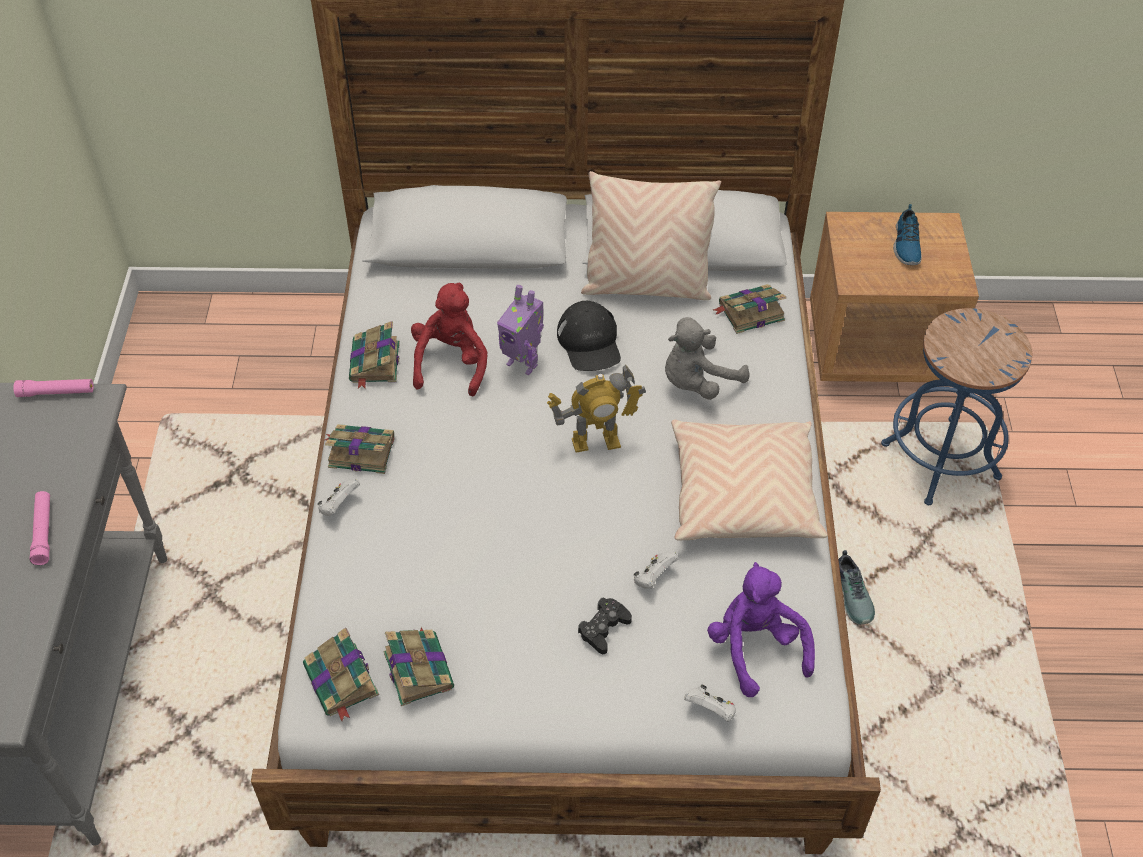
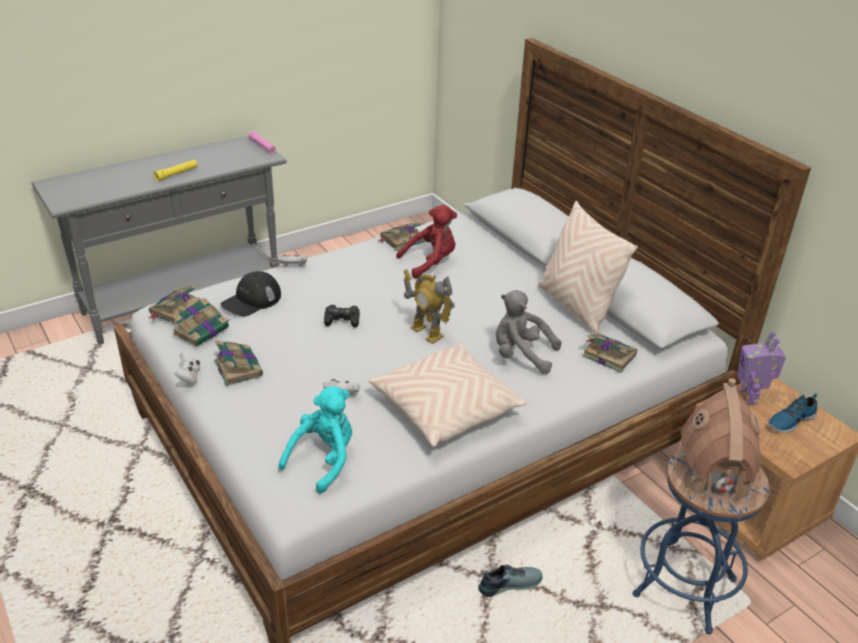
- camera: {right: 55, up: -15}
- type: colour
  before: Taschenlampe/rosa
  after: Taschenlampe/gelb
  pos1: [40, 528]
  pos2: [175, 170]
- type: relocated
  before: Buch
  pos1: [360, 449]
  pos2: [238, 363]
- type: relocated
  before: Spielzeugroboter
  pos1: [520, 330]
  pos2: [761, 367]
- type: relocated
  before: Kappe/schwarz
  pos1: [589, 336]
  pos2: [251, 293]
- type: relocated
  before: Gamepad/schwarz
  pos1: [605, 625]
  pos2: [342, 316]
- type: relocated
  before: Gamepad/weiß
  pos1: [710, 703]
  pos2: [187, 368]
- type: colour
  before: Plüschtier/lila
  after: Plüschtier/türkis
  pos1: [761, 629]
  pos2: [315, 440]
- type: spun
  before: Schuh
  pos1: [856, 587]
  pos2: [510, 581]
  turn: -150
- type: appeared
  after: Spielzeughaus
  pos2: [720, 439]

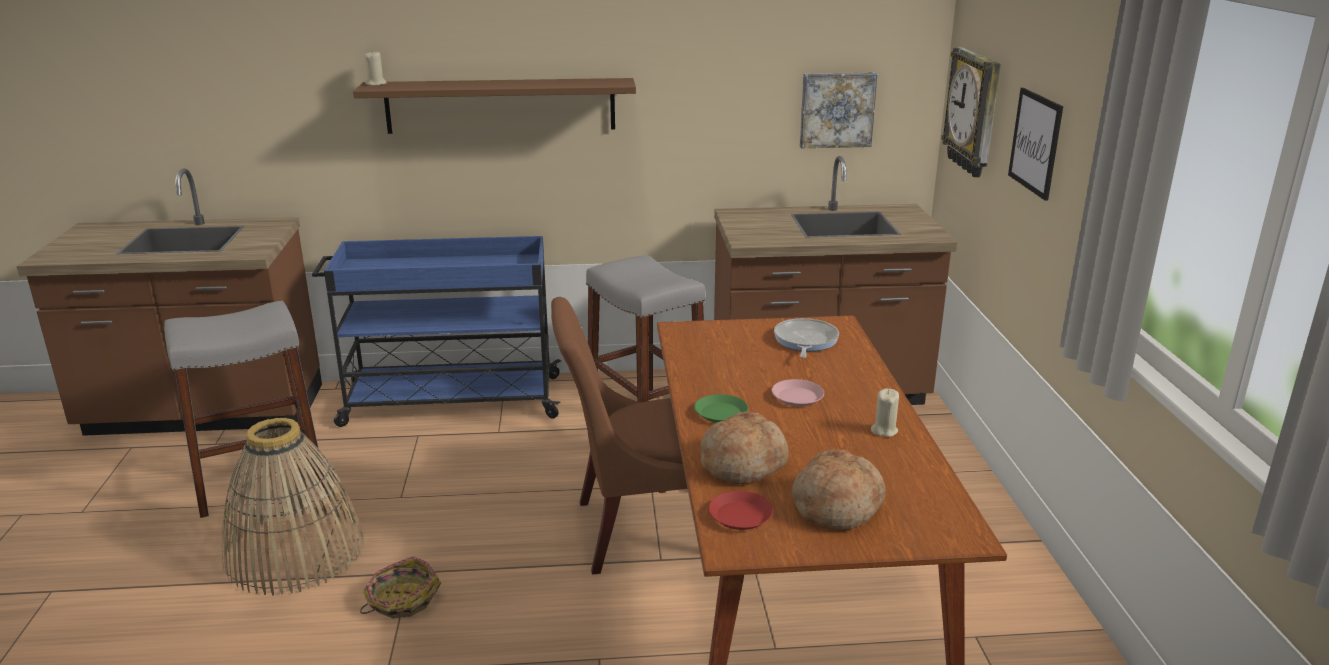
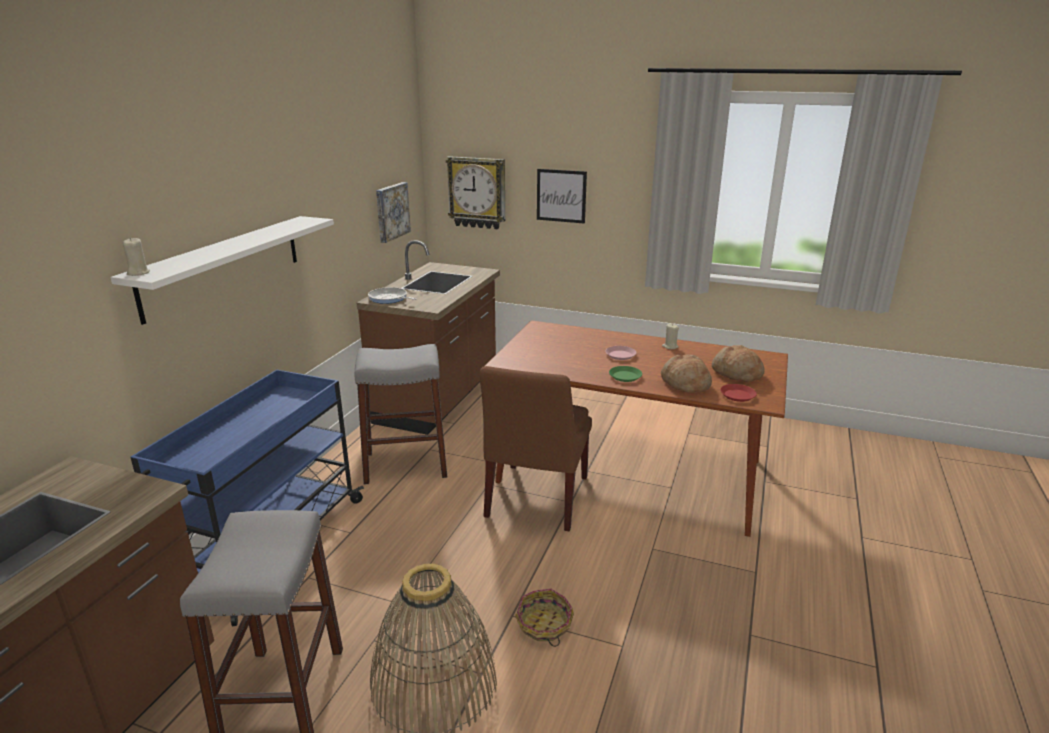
- camera: {right: -65, up: 0}
- type: colour
  before: Wandregal/braun
  after: Wandregal/weiß
  pos1: [494, 106]
  pos2: [222, 270]
- type: relocated
  before: Pfanne
  pos1: [806, 338]
  pos2: [392, 295]

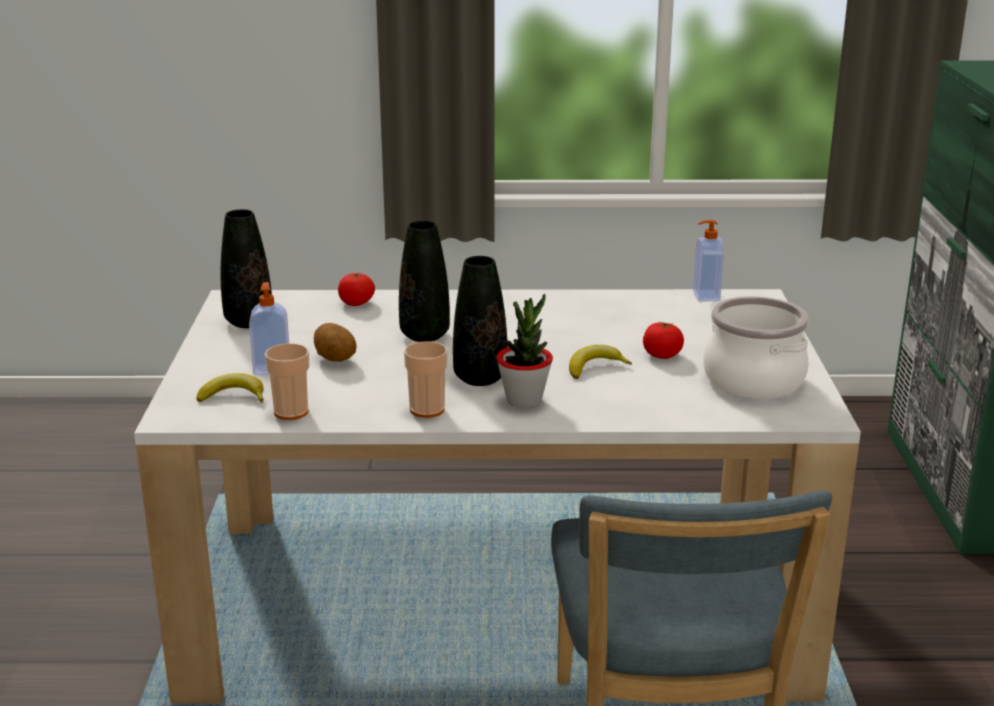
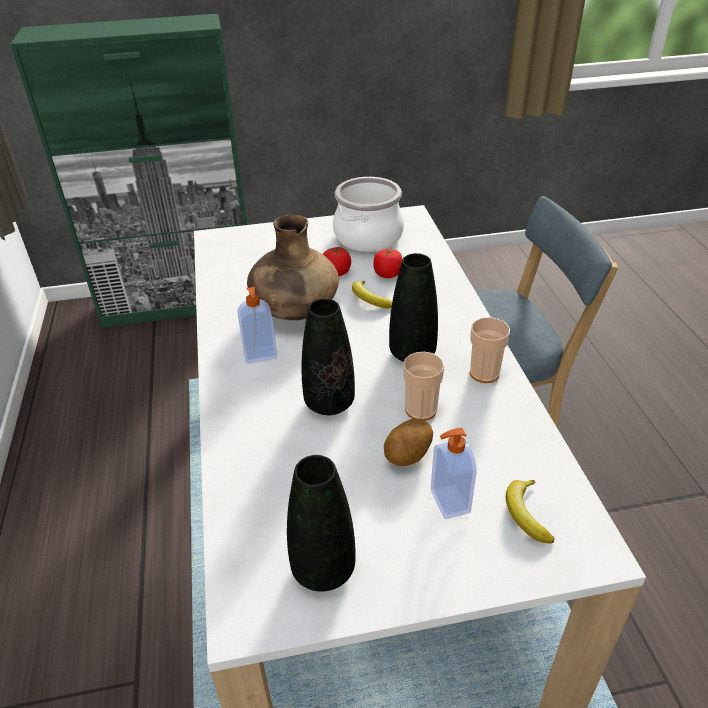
- camera: {right: -100, up: 15}
- type: relocated
  before: Tasse
  pos1: [287, 381]
  pos2: [424, 386]
- type: relocated
  before: Tomate
  pos1: [356, 289]
  pos2: [388, 263]
- type: missing
  before: Topfpflanze
  pos1: [524, 351]
- type: relocated
  before: Seifenspender
  pos1: [708, 261]
  pos2: [257, 325]
- type: appeared
  after: Vase/braun
  pos2: [293, 267]

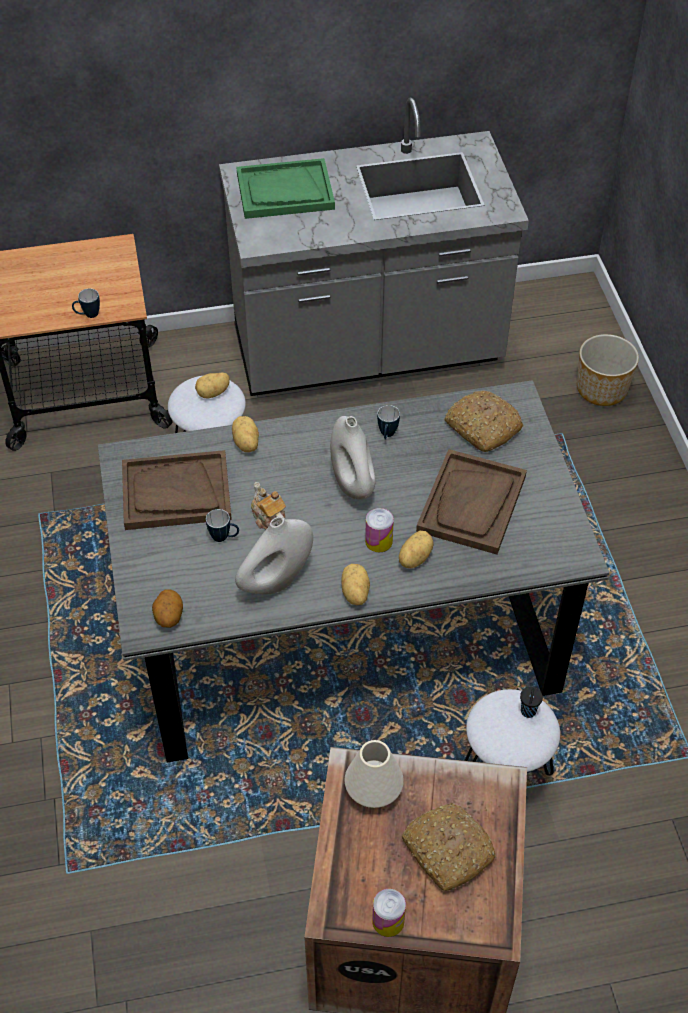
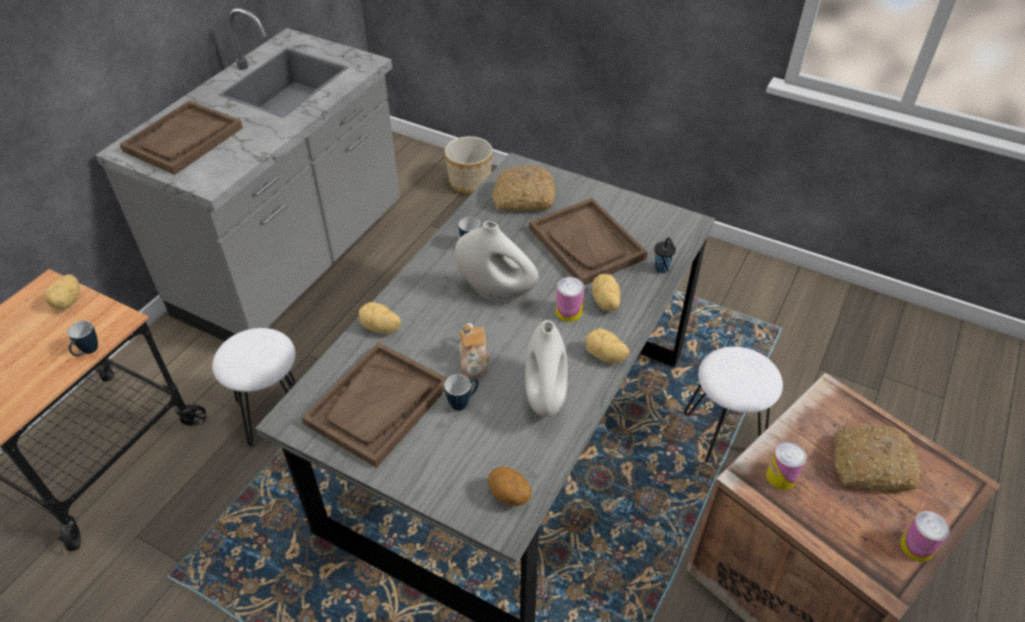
- camera: {right: -50, up: -5}
- type: relocated
  before: Kartoffel
  pos1: [212, 385]
  pos2: [62, 291]
- type: colour
  before: Tablett/grün
  after: Tablett/braun
  pos1: [285, 188]
  pos2: [181, 137]
- type: spun
  before: Teekanne
  pos1: [268, 506]
  pos2: [474, 351]
  turn: -105
- type: exchanged
  before: Vase/weiß
  after: Dose
  pos1: [374, 774]
  pos2: [786, 465]
- type: relocated
  before: Tasse/schwarz
  pos1: [531, 702]
  pos2: [665, 255]

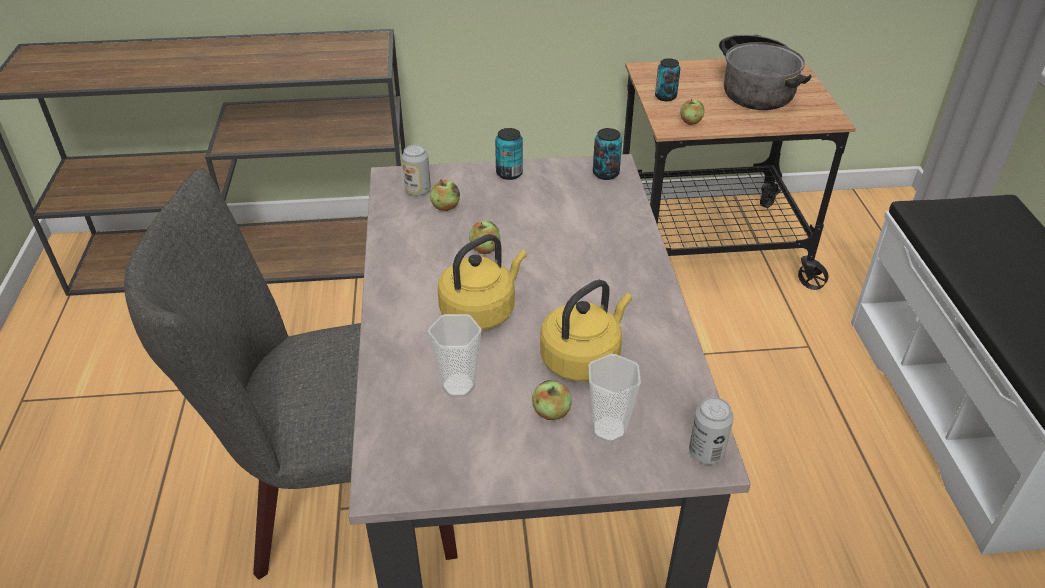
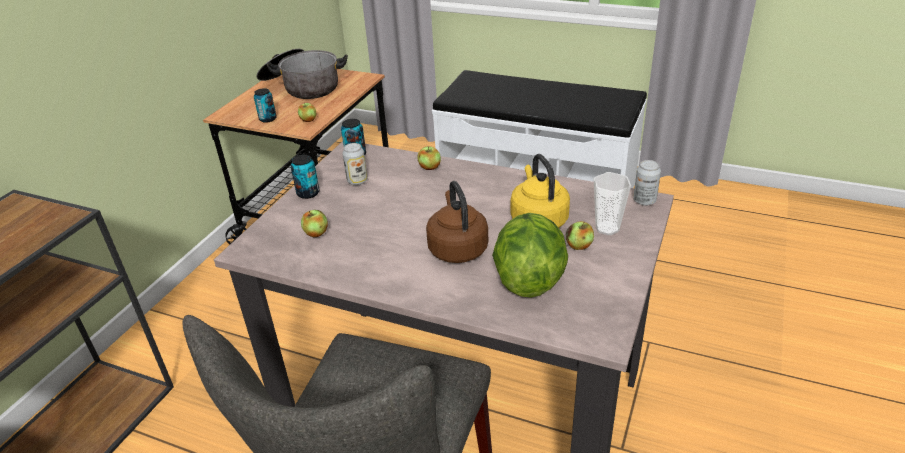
- camera: {right: -60, up: -5}
- type: relocated
  before: Dose
  pos1: [416, 170]
  pos2: [355, 164]
- type: exchanged
  before: Tasse
  after: Salatkopf
  pos1: [454, 355]
  pos2: [530, 255]
- type: colour
  before: Wasserkessel/gelb
  after: Wasserkessel/braun
  pos1: [482, 282]
  pos2: [457, 222]
- type: relocated
  before: Apfel
  pos1: [484, 237]
  pos2: [429, 158]

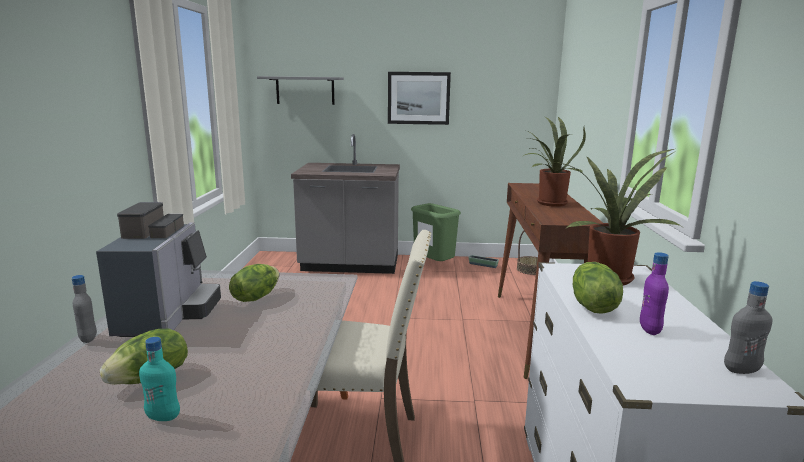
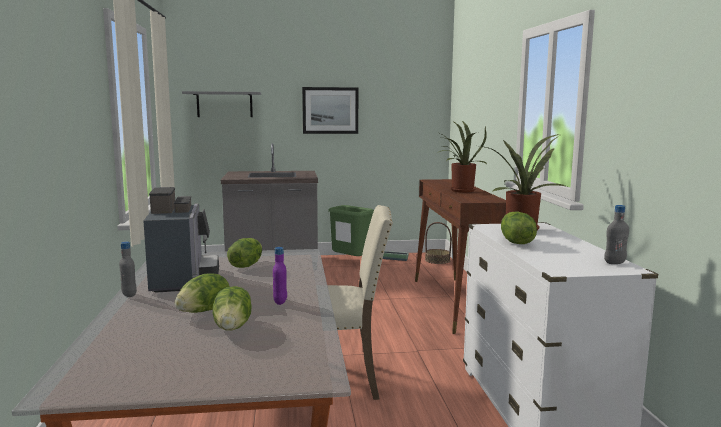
- camera: {right: -10, up: -5}
- type: exchanged
  before: Flasche/türkis
  after: Salatkopf
  pos1: [159, 379]
  pos2: [232, 308]
- type: relocated
  before: Flasche/lila
  pos1: [654, 293]
  pos2: [280, 276]

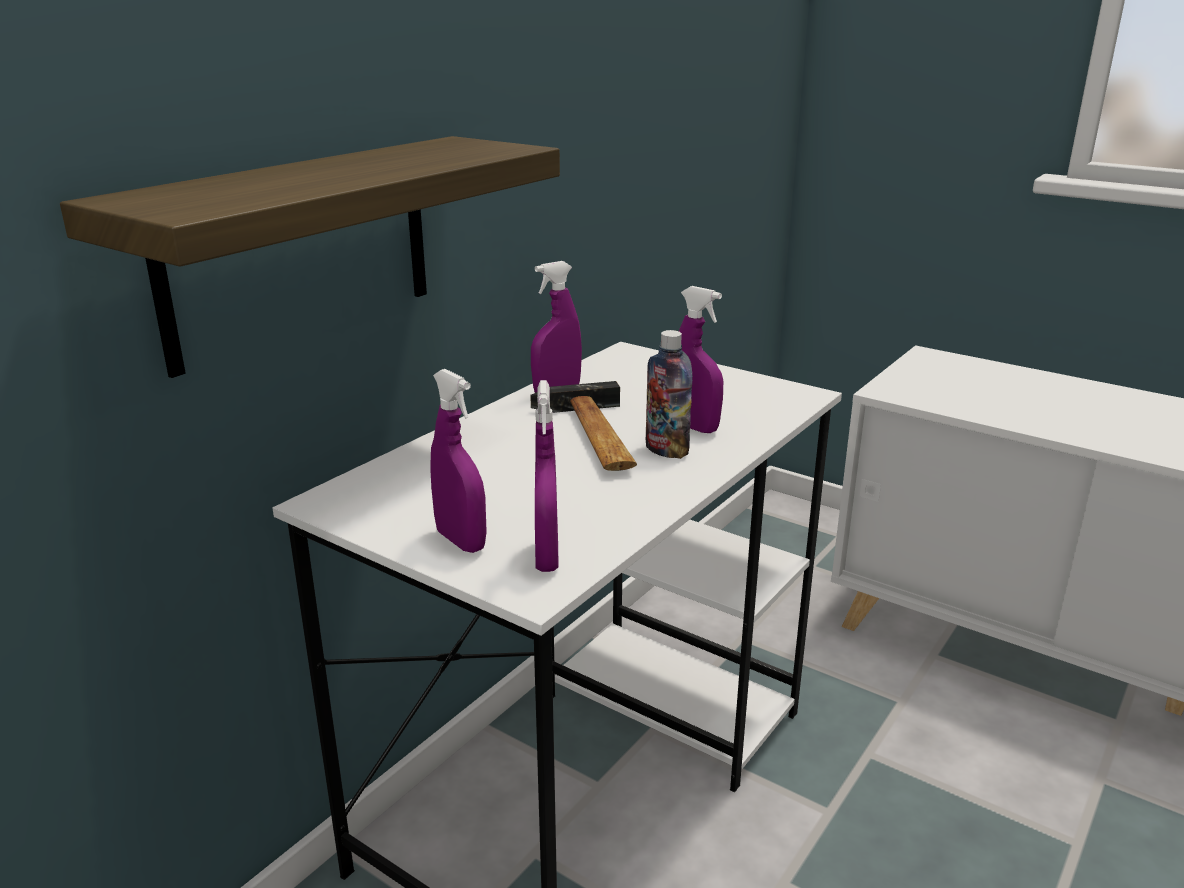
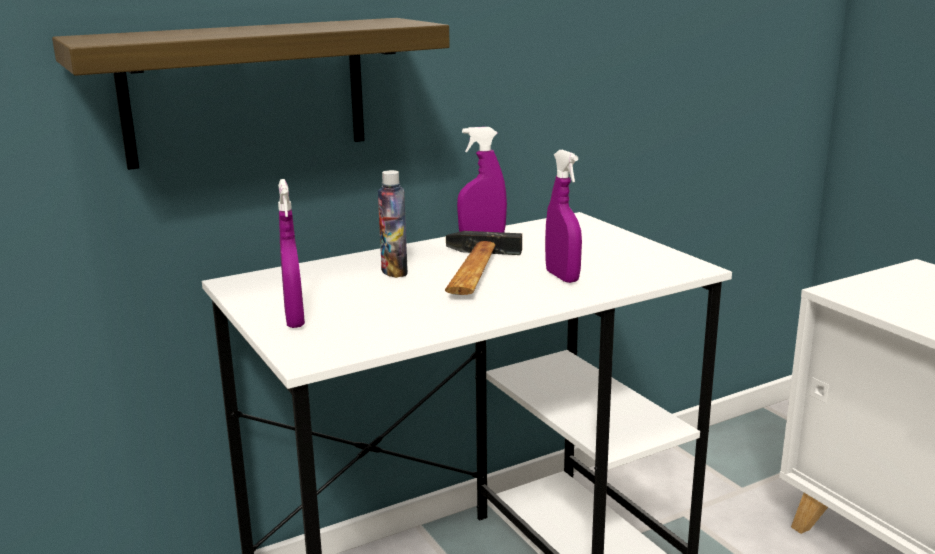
- camera: {right: 25, up: -5}
- type: missing
  before: Sprühflasche/lila
  pos1: [547, 476]
- type: relocated
  before: Flasche
  pos1: [669, 394]
  pos2: [393, 224]

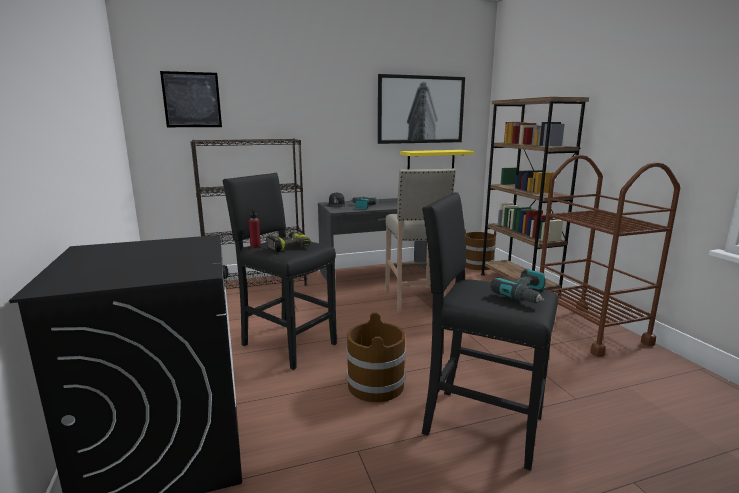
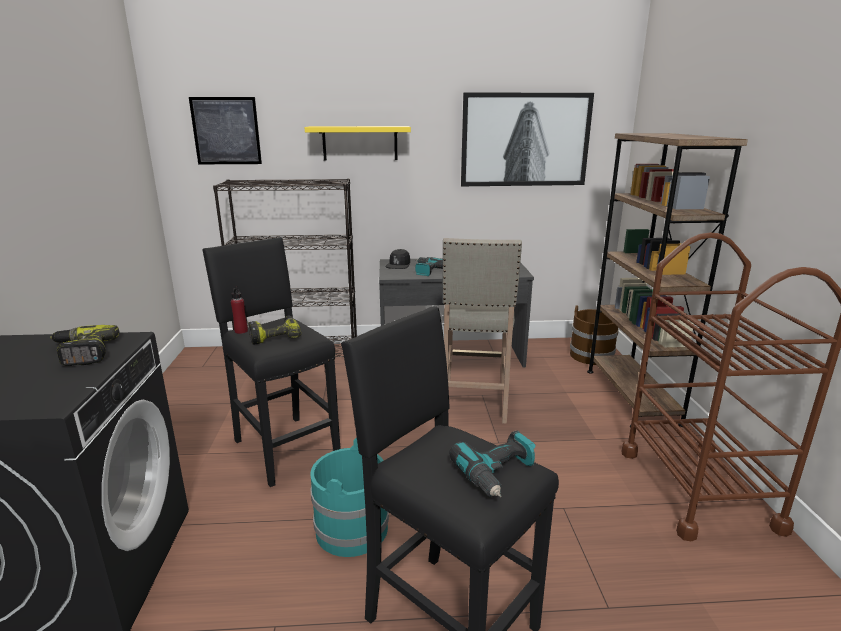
- camera: {right: 15, up: 5}
- type: colour
  before: Eimer/braun
  after: Eimer/türkis
  pos1: [376, 357]
  pos2: [349, 497]
- type: relocated
  before: Wandregal/gelb
  pos1: [437, 159]
  pos2: [358, 143]
- type: appeared
  after: Bohrmaschine
  pos2: [85, 345]

